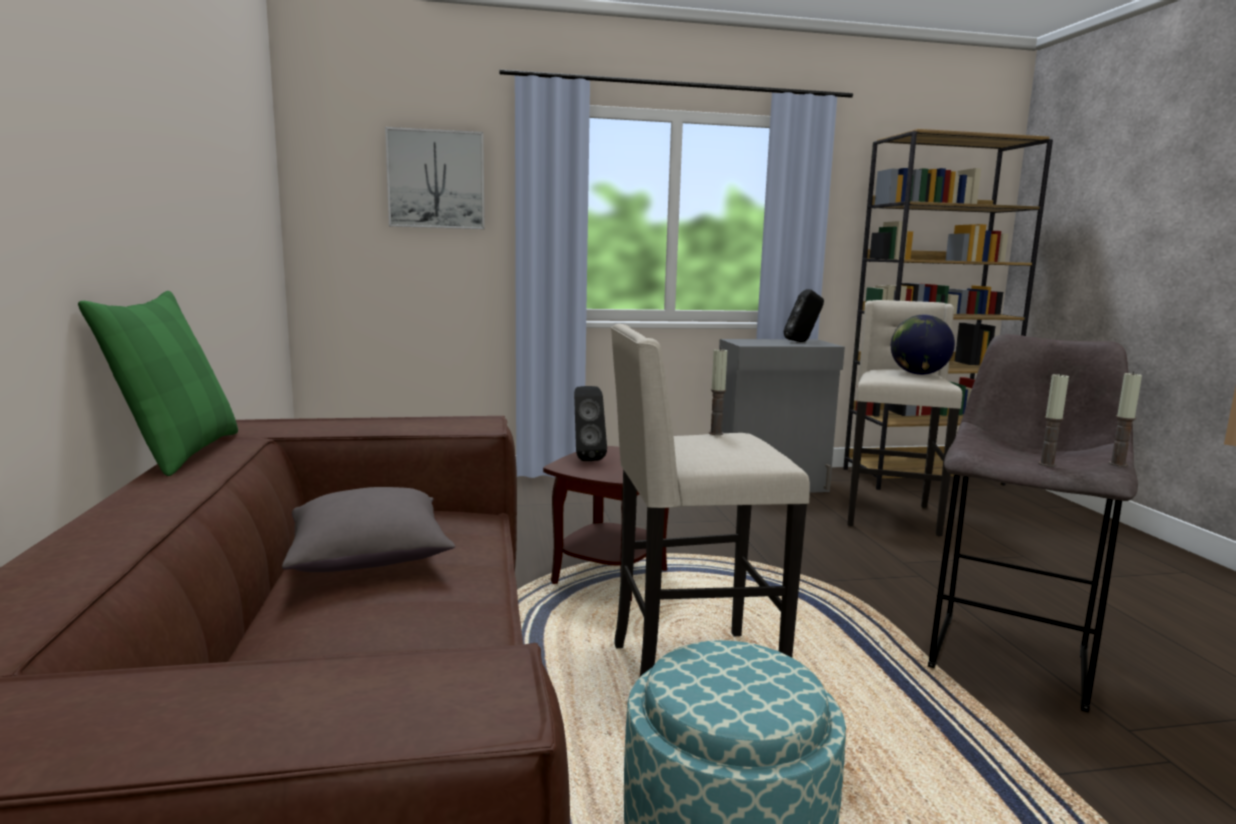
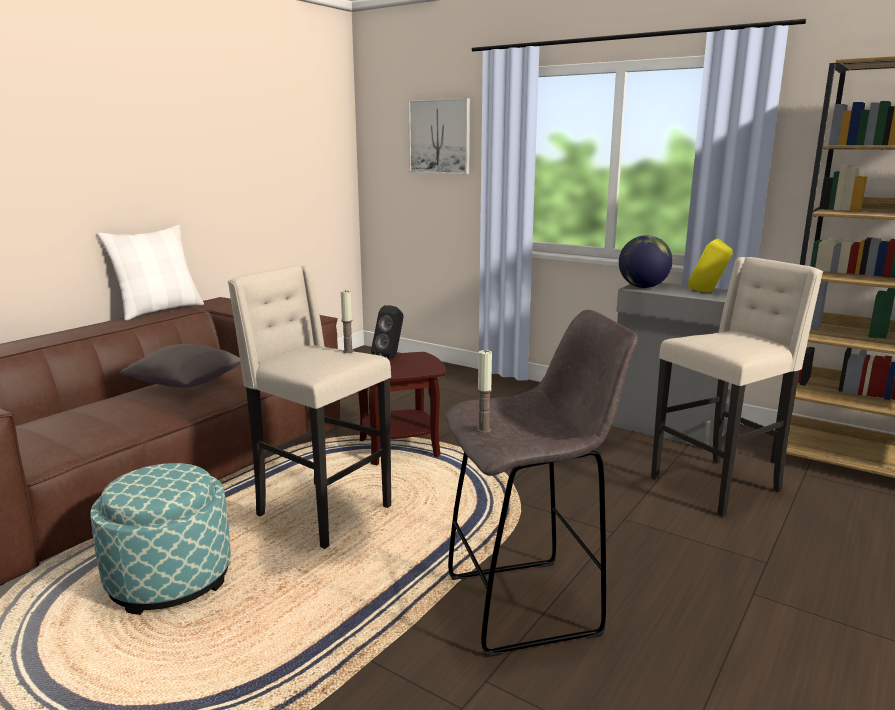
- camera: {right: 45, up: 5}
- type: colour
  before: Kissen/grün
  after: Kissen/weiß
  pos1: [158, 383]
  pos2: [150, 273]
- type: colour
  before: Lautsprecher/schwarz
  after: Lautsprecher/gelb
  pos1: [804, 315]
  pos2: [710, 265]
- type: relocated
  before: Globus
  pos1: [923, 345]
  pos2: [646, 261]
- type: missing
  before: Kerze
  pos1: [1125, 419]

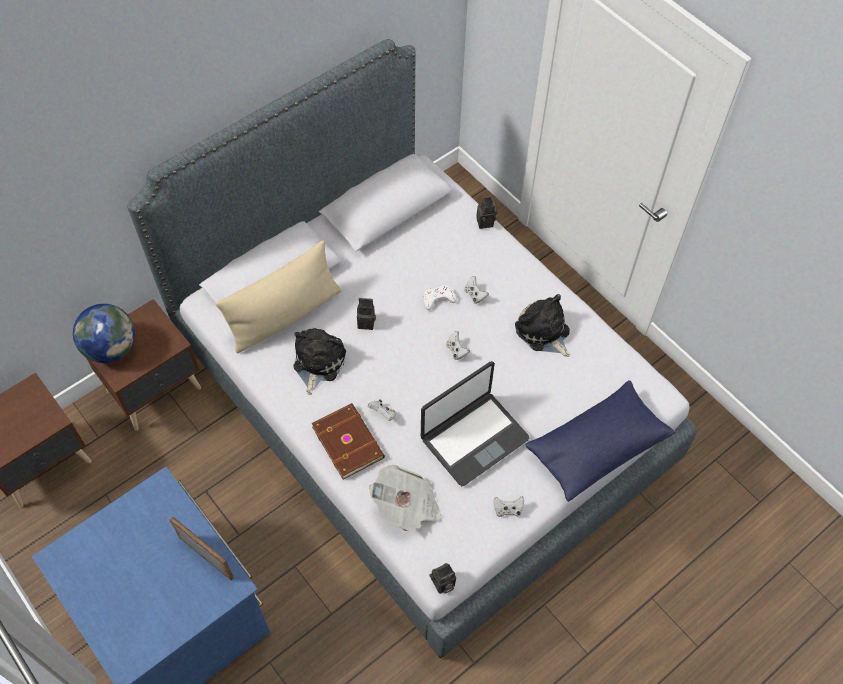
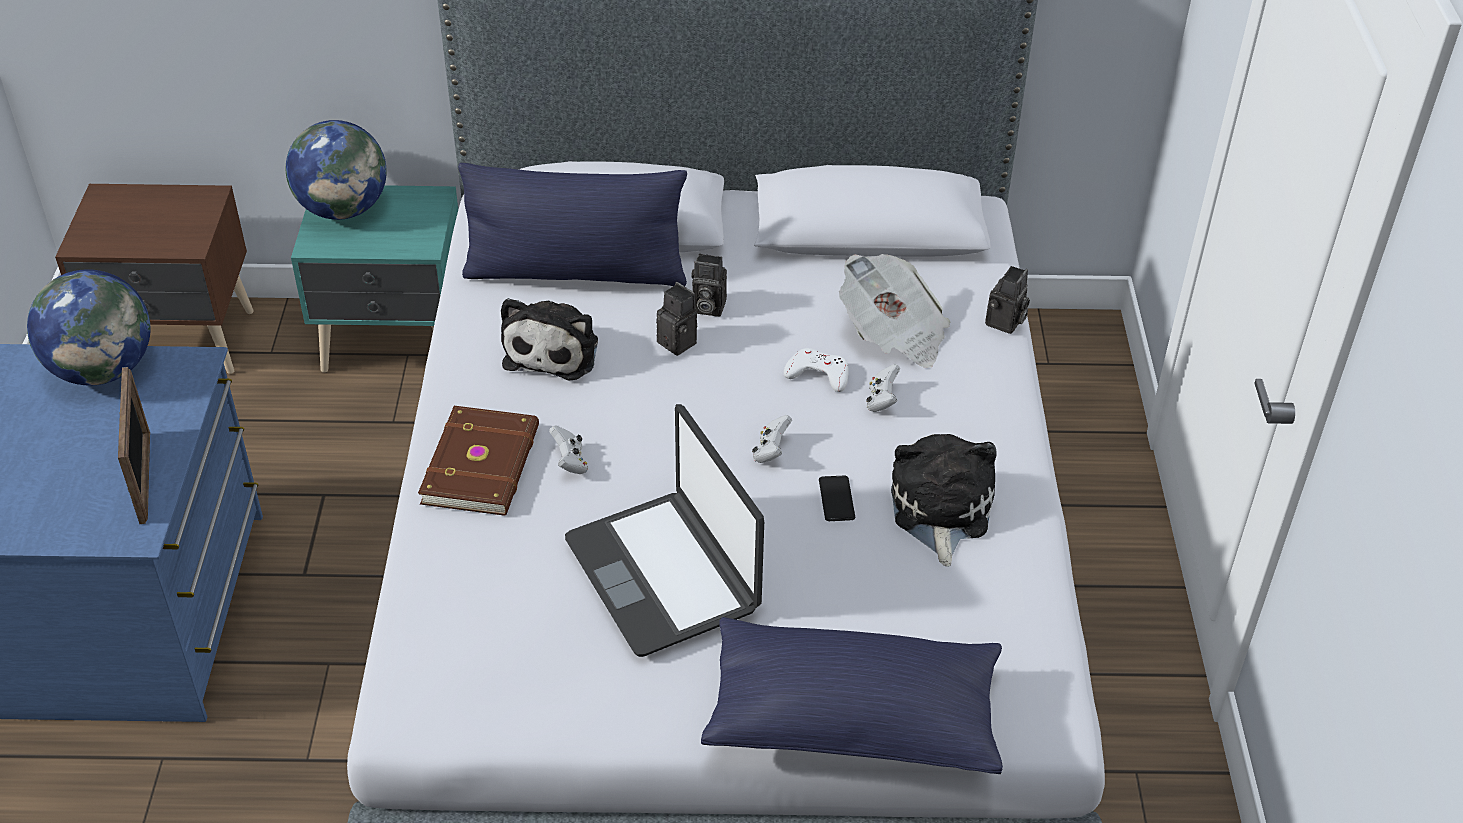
- camera: {right: 40, up: -15}
- type: colour
  before: Nachttisch/braun
  after: Nachttisch/türkis
  pos1: [144, 364]
  pos2: [374, 279]
- type: colour
  before: Kissen/beige
  after: Kissen/blau
  pos1: [278, 297]
  pos2: [572, 224]
- type: spun
  before: Plüschtier
  pos1: [319, 361]
  pos2: [549, 339]
  turn: 135
- type: relocated
  before: Zeitung
  pos1: [405, 498]
  pos2: [894, 311]
- type: spun
  before: Laptop
  pos1: [475, 423]
  pos2: [664, 530]
  turn: 60
- type: relocated
  before: Kamera
  pos1: [442, 578]
  pos2: [709, 285]
- type: missing
  before: Gamepad/weiß
  pos1: [508, 506]
- type: appeared
  after: Globus
  pos2: [89, 327]
- type: appeared
  after: Handy
  pos2: [837, 498]

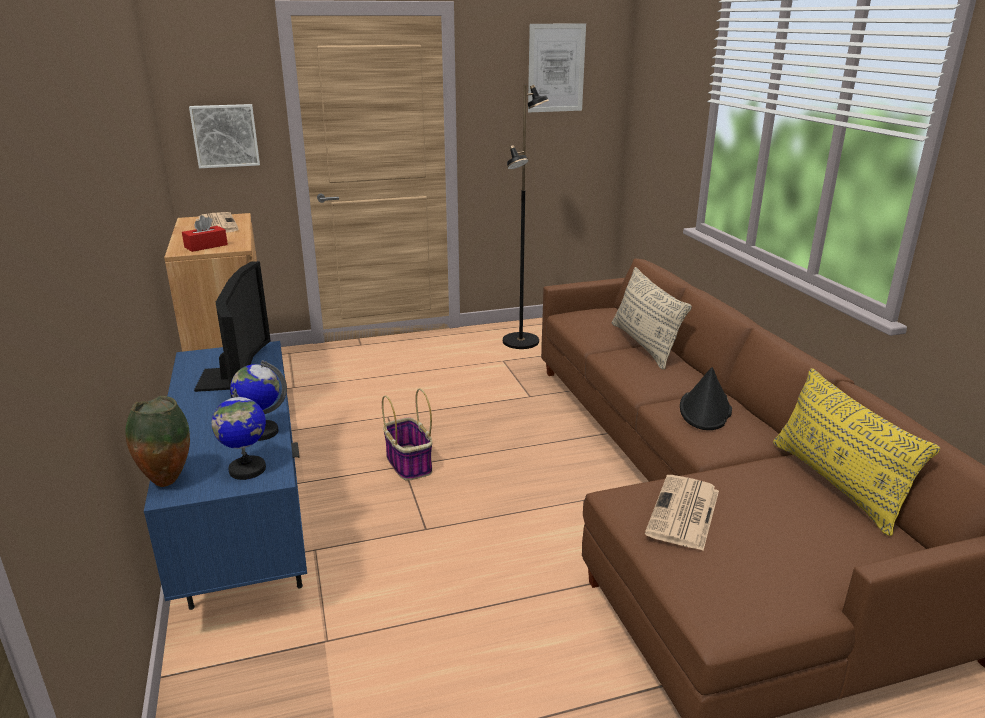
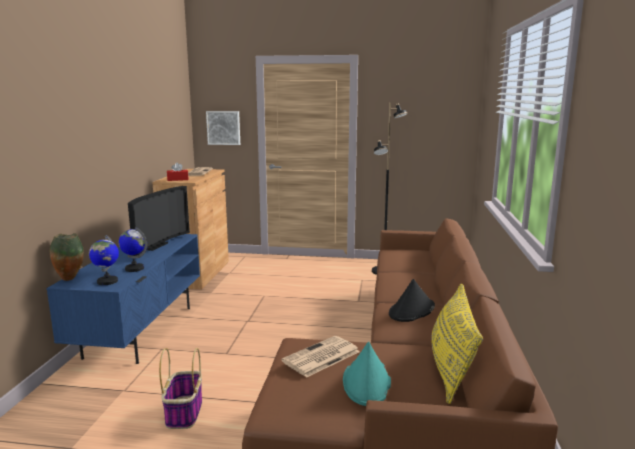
- camera: {right: 25, up: -10}
- type: relocated
  before: Korb
  pos1: [407, 434]
  pos2: [180, 388]
- type: missing
  before: Bild
  pos1: [557, 68]
- type: missing
  before: Kissen/beige
  pos1: [652, 318]
- type: appeared
  after: Hut/türkis
  pos2: [367, 374]

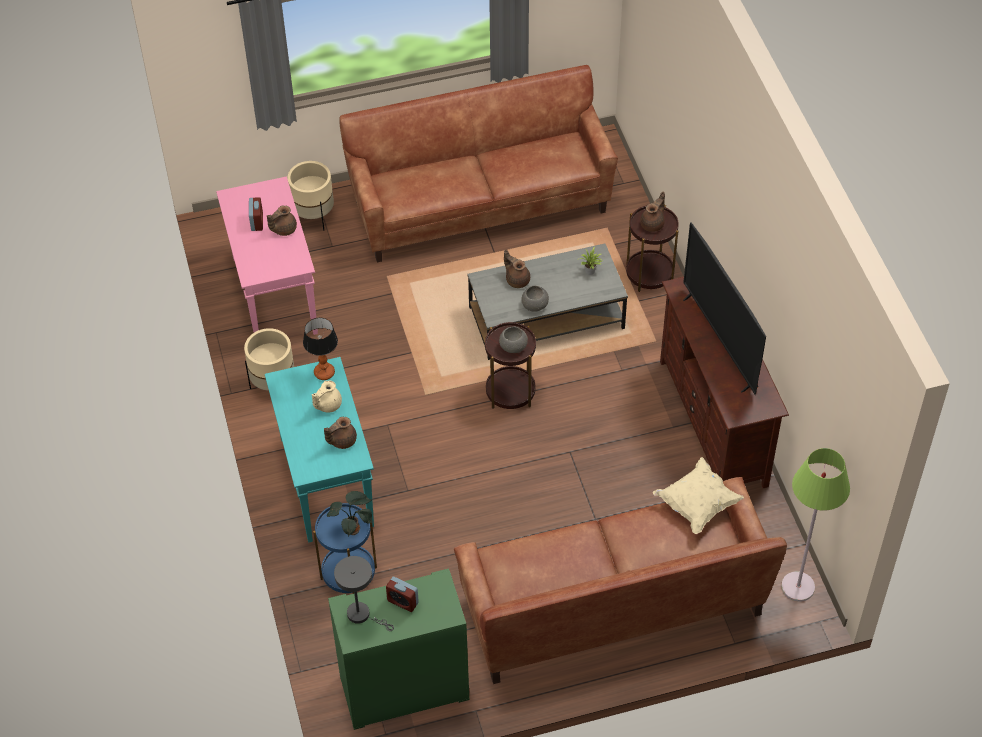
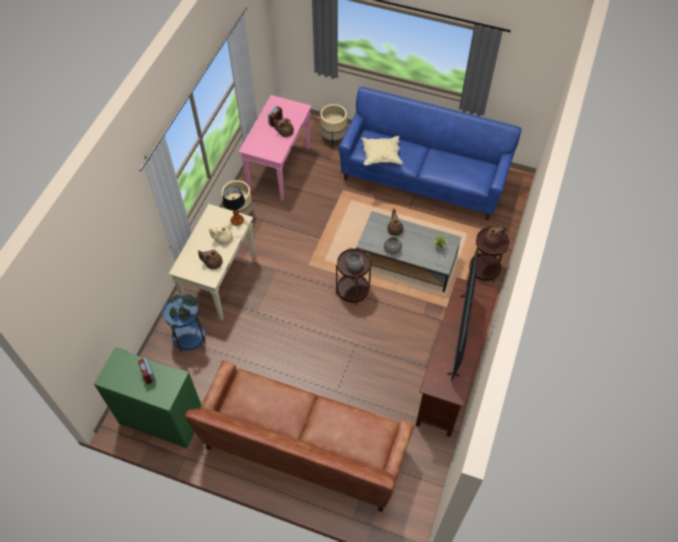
- camera: {right: 35, up: 5}
- type: colour
  before: Konsolentisch/türkis
  after: Konsolentisch/beige
  pos1: [319, 450]
  pos2: [212, 262]
- type: missing
  before: Tischlampe/grau
  pos1: [364, 593]
- type: colour
  before: Sofa/braun
  after: Sofa/blau
  pos1: [478, 163]
  pos2: [429, 153]
- type: relocated
  before: Kissen/beige
  pos1: [698, 495]
  pos2: [382, 150]
- type: missing
  before: Stehlampe/grün
  pos1: [815, 525]

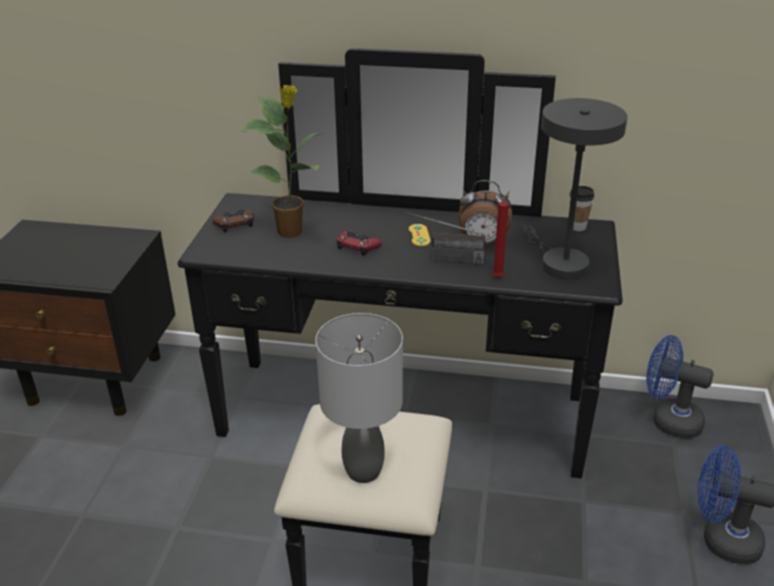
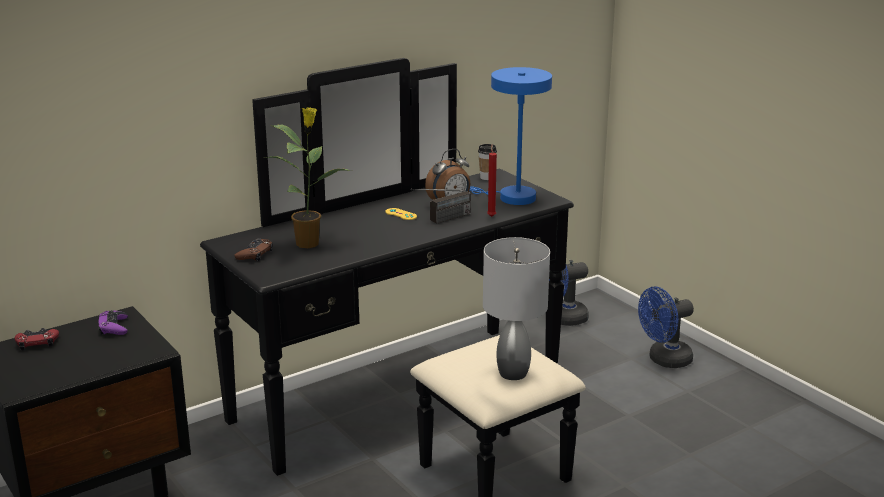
- camera: {right: -45, up: -10}
- type: relocated
  before: Gamepad/rot
  pos1: [359, 243]
  pos2: [37, 339]
- type: colour
  before: Tischlampe/grau
  after: Tischlampe/blau
  pos1: [575, 189]
  pos2: [510, 136]
- type: appeared
  after: Gamepad/lila
  pos2: [113, 322]

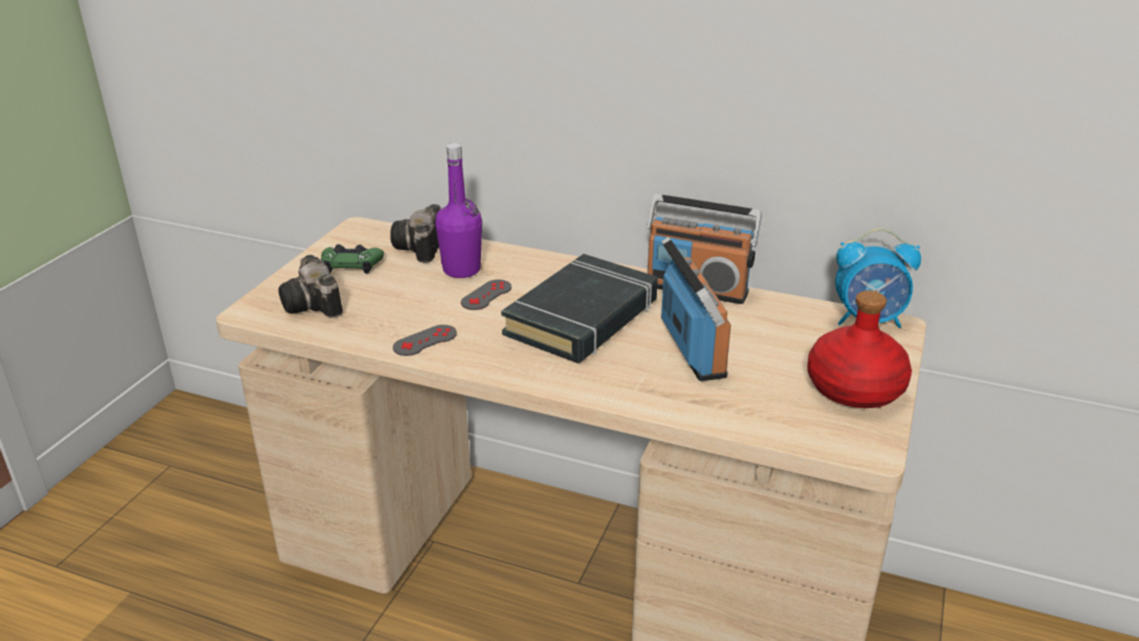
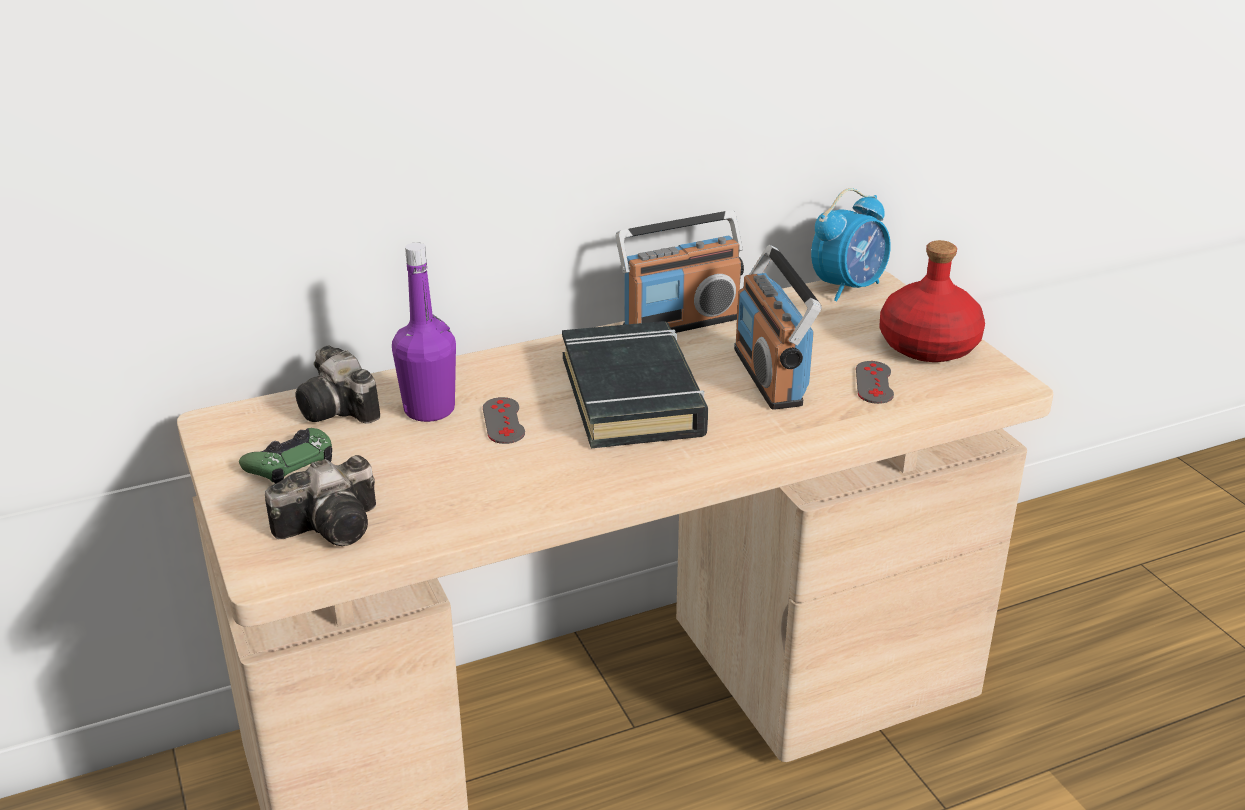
- camera: {right: -45, up: 0}
- type: spun
  before: Kamera
  pos1: [310, 286]
  pos2: [320, 500]
  turn: -45
- type: relocated
  before: Gamepad/grau
  pos1: [425, 340]
  pos2: [875, 382]
- type: spun
  before: Radio
  pos1: [696, 309]
  pos2: [778, 327]
  turn: -135

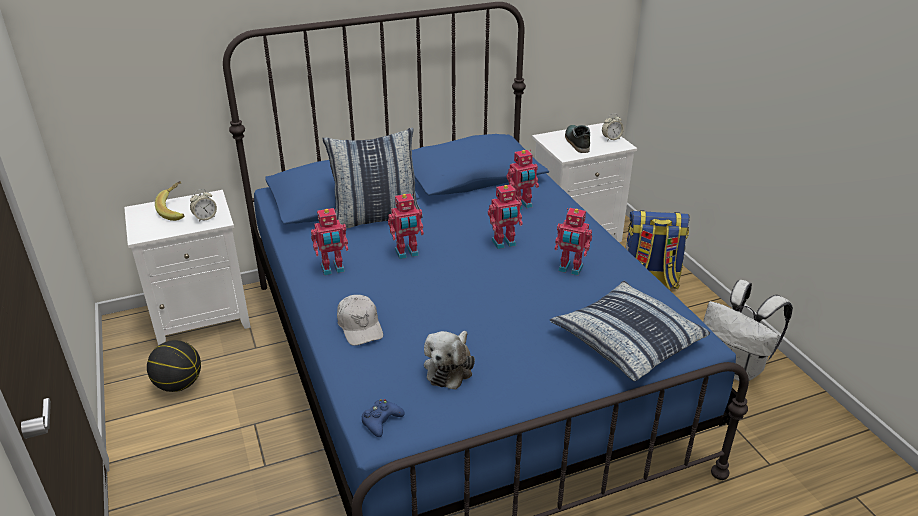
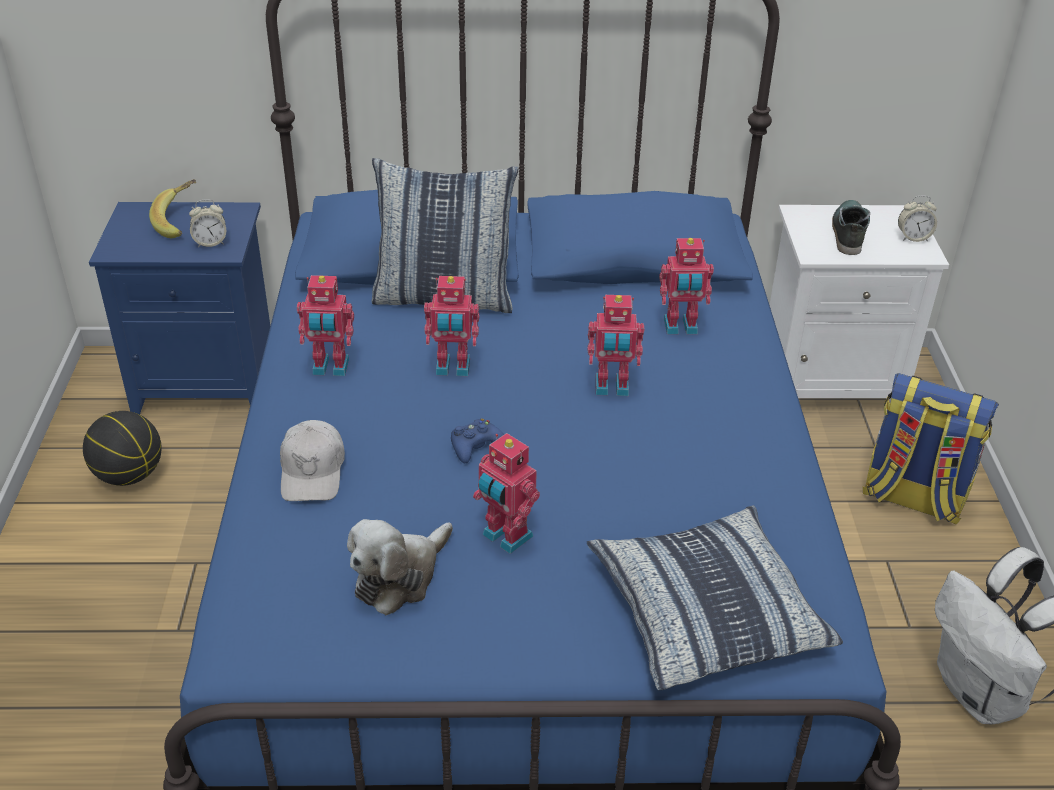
- camera: {right: 20, up: 5}
- type: colour
  before: Nachttisch/weiß
  after: Nachttisch/blau
  pos1: [187, 267]
  pos2: [179, 308]
- type: relocated
  before: Gamepad/blau
  pos1: [383, 418]
  pos2: [477, 441]
- type: relocated
  before: Spielzeugroboter
  pos1: [573, 242]
  pos2: [506, 493]

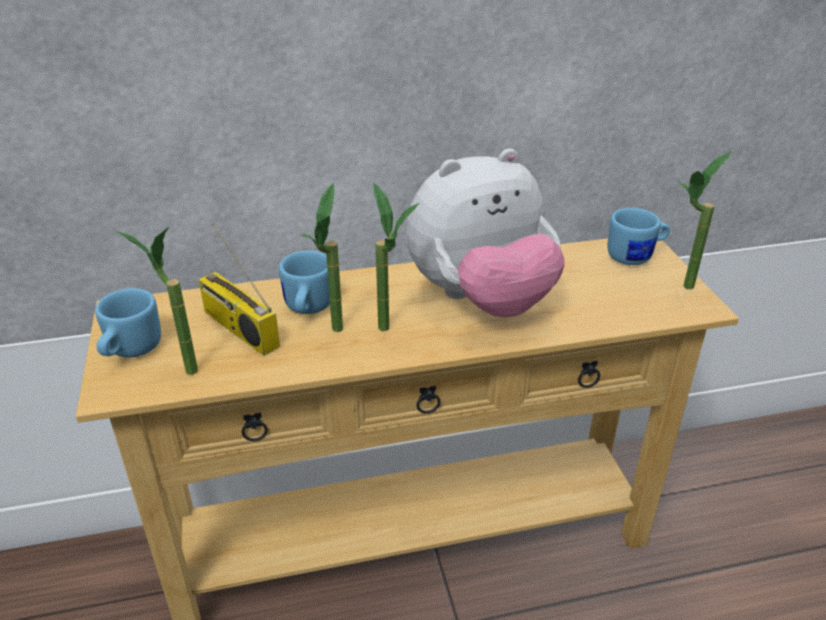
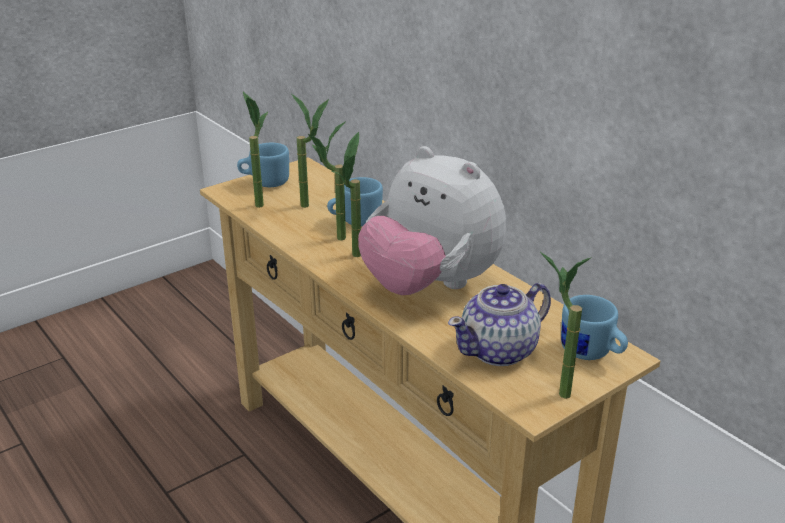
- camera: {right: 65, up: -5}
- type: exchanged
  before: Radio
  after: Topfpflanze
  pos1: [239, 290]
  pos2: [310, 151]
- type: appeared
  after: Teekanne
  pos2: [499, 324]

